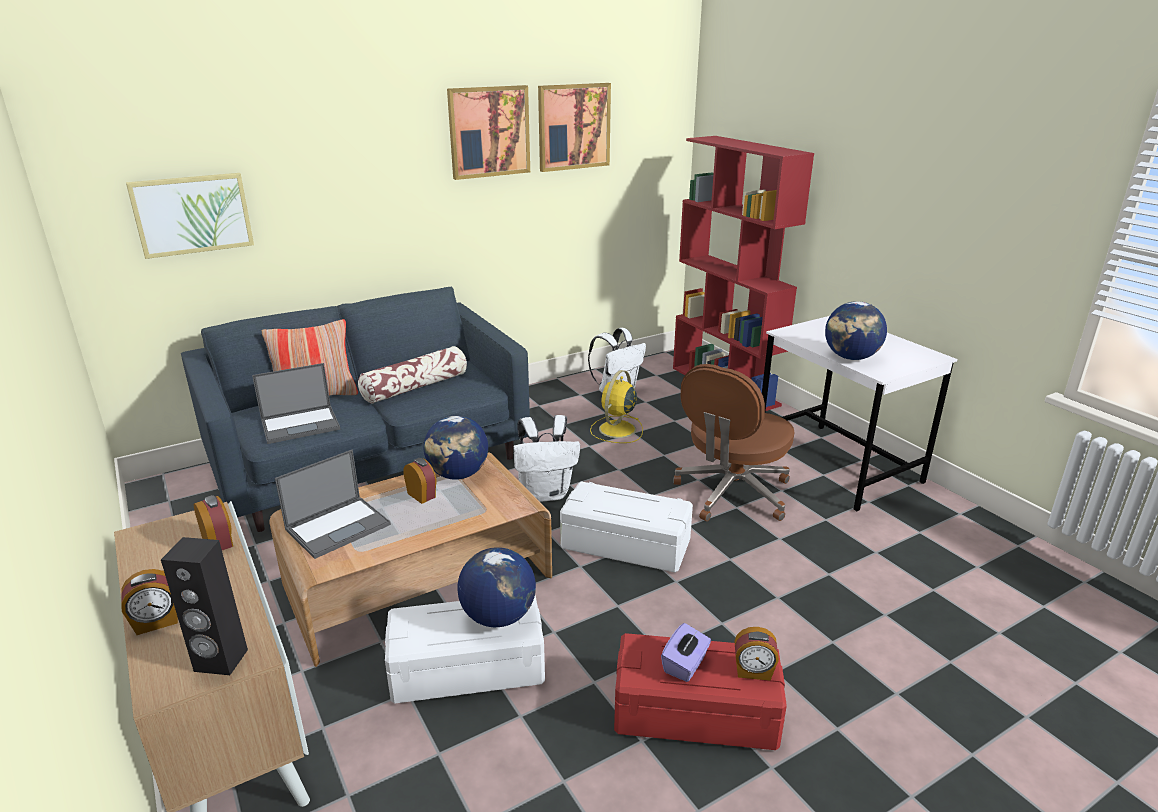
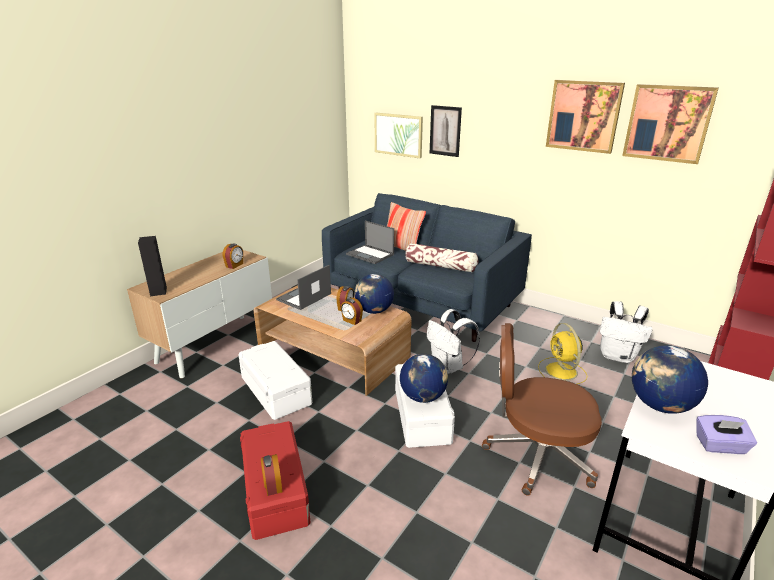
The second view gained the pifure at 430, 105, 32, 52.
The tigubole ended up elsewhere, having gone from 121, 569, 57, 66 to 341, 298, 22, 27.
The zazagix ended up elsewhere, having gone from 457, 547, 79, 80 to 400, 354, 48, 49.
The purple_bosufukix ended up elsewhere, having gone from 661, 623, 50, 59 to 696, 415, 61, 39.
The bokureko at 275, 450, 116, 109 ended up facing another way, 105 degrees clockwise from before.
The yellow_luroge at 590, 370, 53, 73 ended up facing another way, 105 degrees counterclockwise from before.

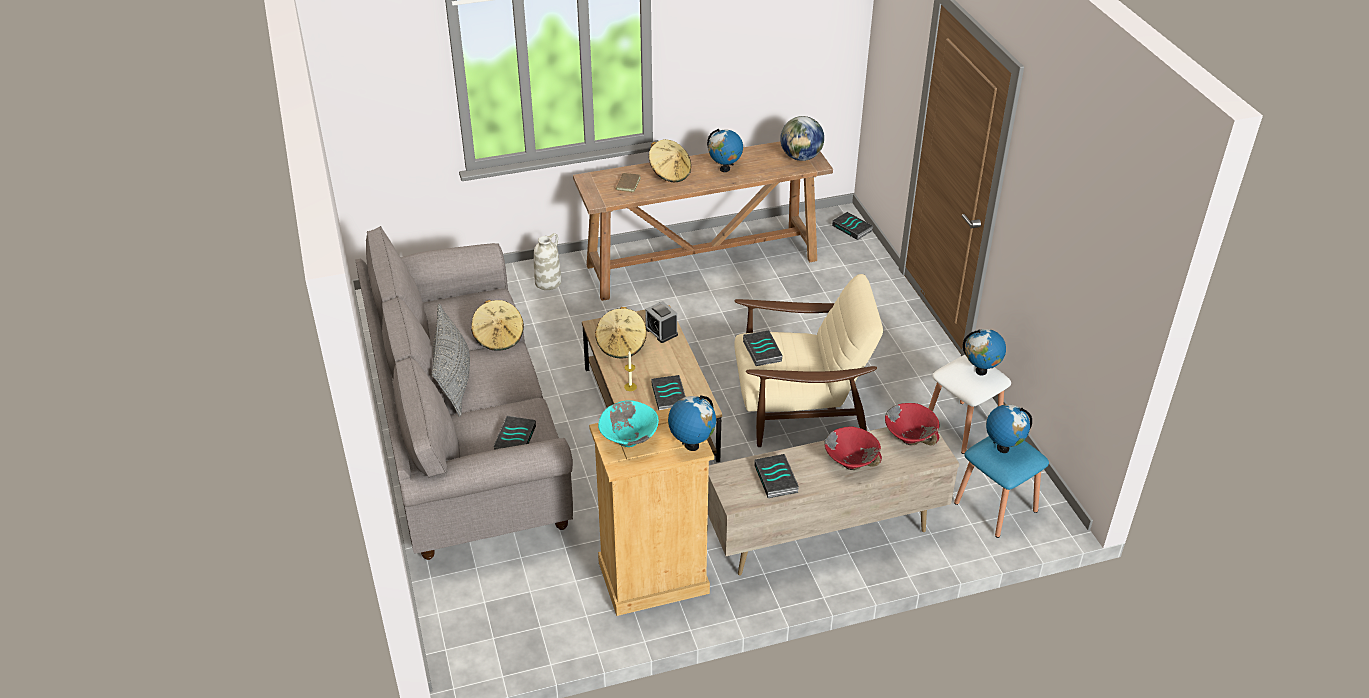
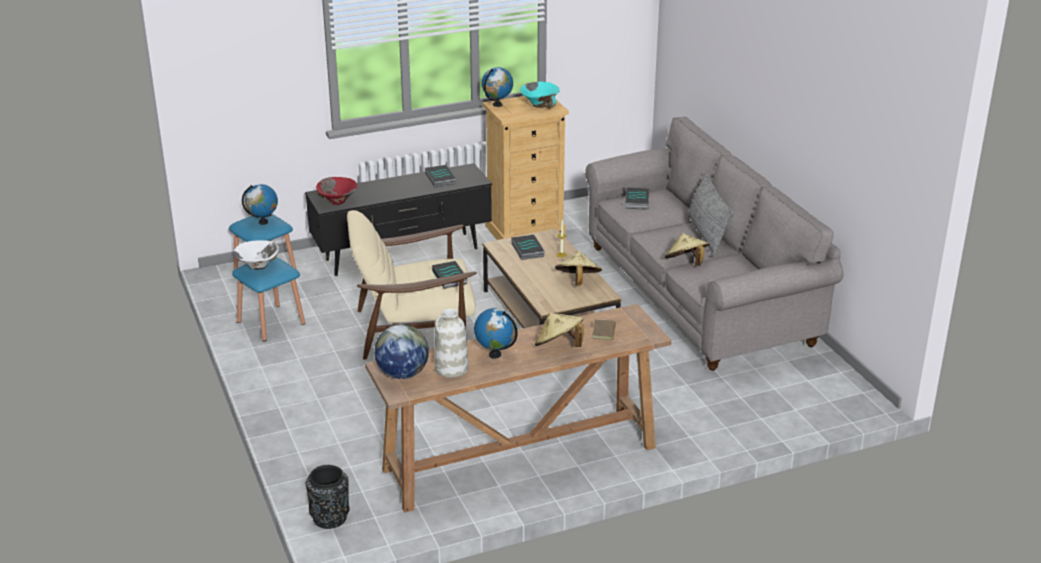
The second view lost the tigubole at 645, 301, 33, 42.
The second view lost the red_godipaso at 824, 426, 58, 44.
The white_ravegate ended up elsewhere, having gone from 534, 233, 27, 57 to 435, 308, 33, 70.
Where the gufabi stood at 832, 212, 41, 28, the black_ravegate came to stand at 306, 465, 44, 64.
Where the zazagix stood at 963, 329, 43, 47, the white_godipaso came to stand at 233, 240, 46, 30.
What was the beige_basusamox at 708, 427, 251, 149 turned into the black_basusamox at 305, 163, 187, 113.
What was the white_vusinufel at 928, 355, 83, 99 turned into the blue_vusinufel at 232, 257, 73, 84.

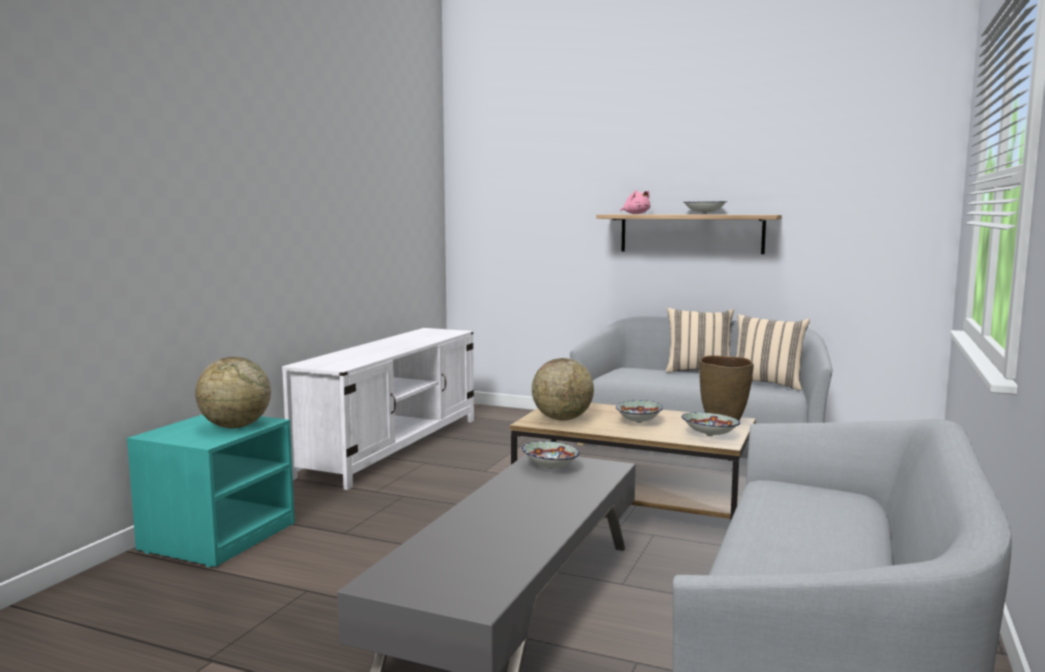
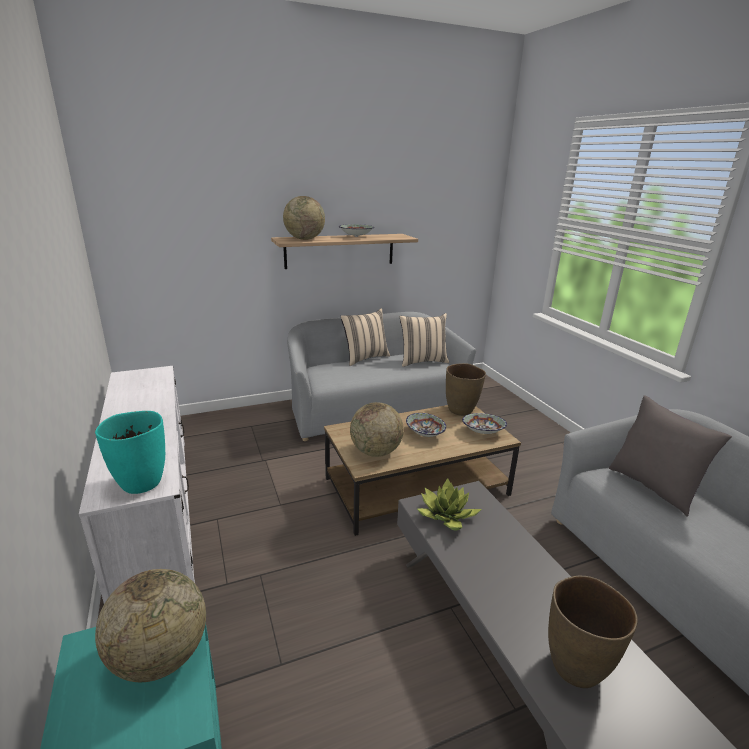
The second view gained the turquoise_ravegate at 95, 411, 70, 83.
The second view gained the brown_ravegate at 548, 575, 90, 113.
The second view gained the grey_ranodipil at 609, 395, 123, 122.
Where the godipaso stood at 522, 441, 58, 28, the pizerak came to stand at 417, 478, 65, 53.
Where the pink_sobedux stood at 620, 190, 30, 24, the zazagix came to stand at 283, 196, 42, 44.

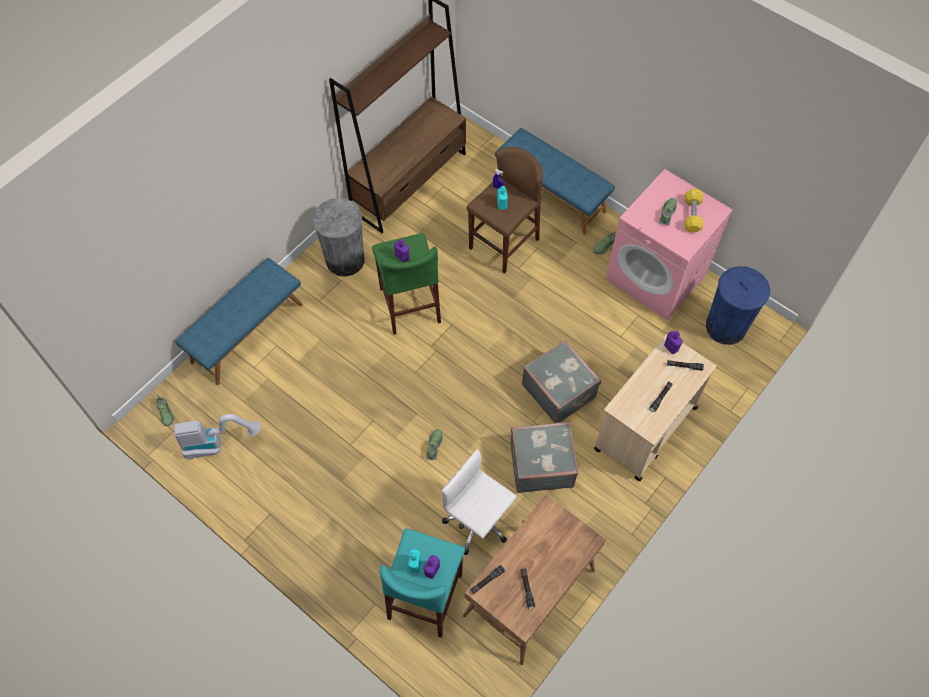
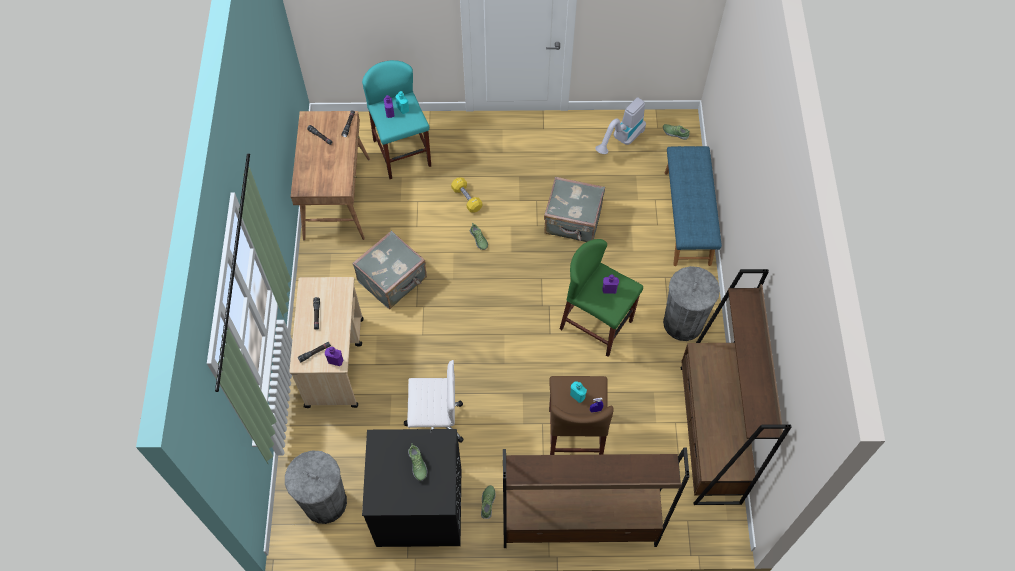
The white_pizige ended up elsewhere, having gone from 442, 449, 75, 106 to 404, 360, 60, 83.
The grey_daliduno ended up elsewhere, having gone from 522, 340, 79, 83 to 544, 177, 61, 65.
The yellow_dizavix ended up elsewhere, having gone from 685, 189, 18, 44 to 451, 177, 31, 36.
Where the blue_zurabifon stood at 495, 128, 120, 107, the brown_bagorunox came to stand at 503, 447, 187, 101.
What was the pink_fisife at 606, 169, 126, 151 turned into the black_fisife at 362, 429, 99, 118.
What was the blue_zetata at 706, 266, 64, 79 turned into the grey_zetata at 285, 451, 62, 73.

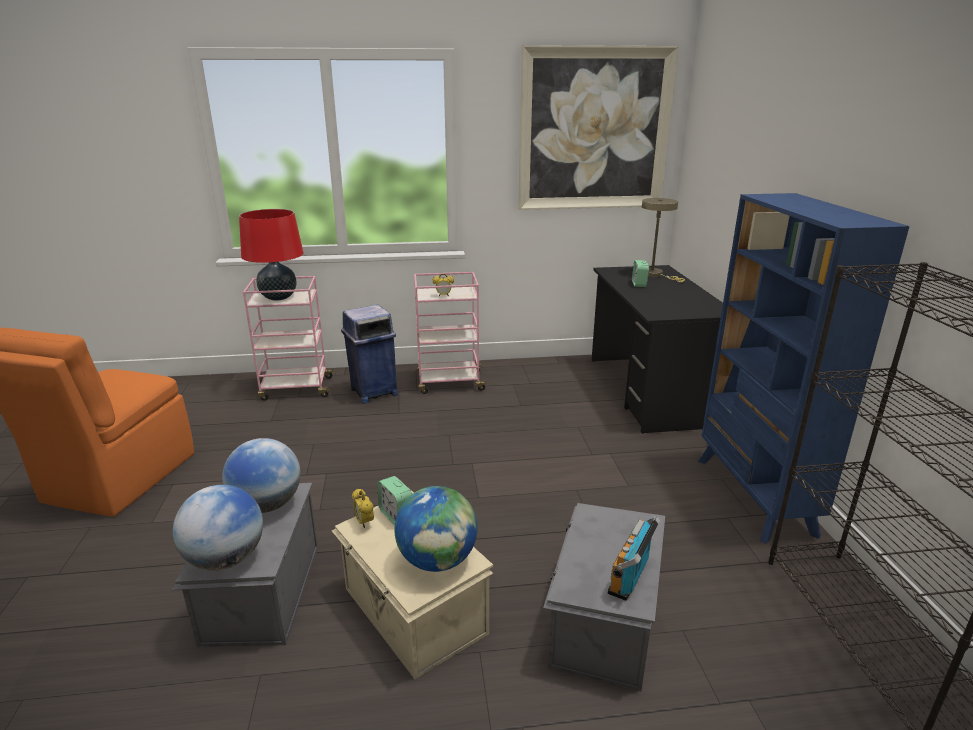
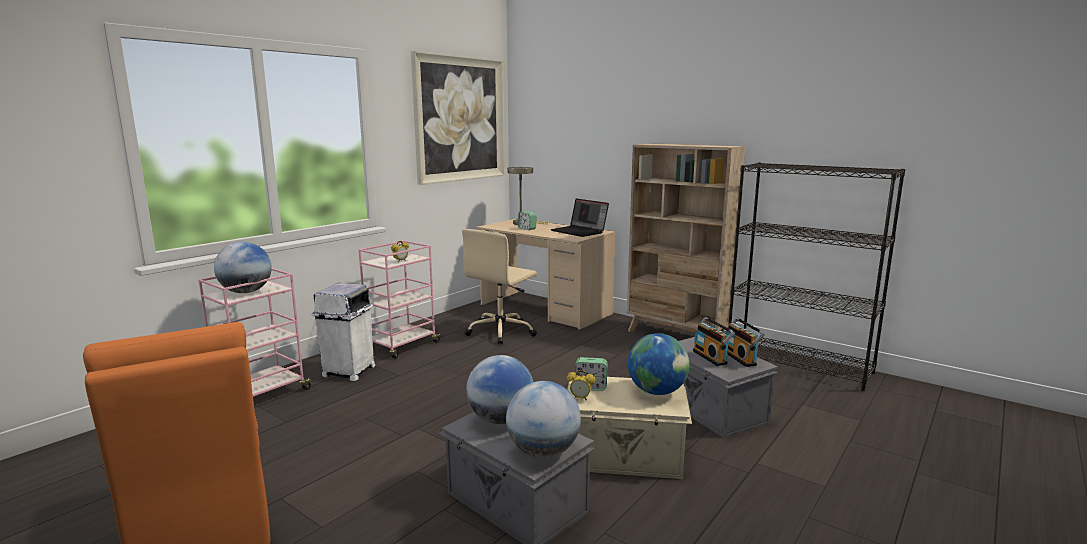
The second view gained the beige_pizige at 462, 229, 75, 115.
The second view gained the bokureko at 551, 199, 58, 38.
The second view gained the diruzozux at 693, 317, 42, 49.
Where the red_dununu stood at 239, 209, 64, 91, the zazagix came to stand at 214, 242, 58, 51.
What was the blue_zetata at 341, 305, 57, 99 turned into the white_zetata at 312, 283, 63, 98.
What was the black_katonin at 592, 265, 131, 169 turned into the beige_katonin at 476, 219, 140, 111.
What was the blue_bagorunox at 698, 193, 211, 351 turned into the beige_bagorunox at 627, 143, 118, 190.

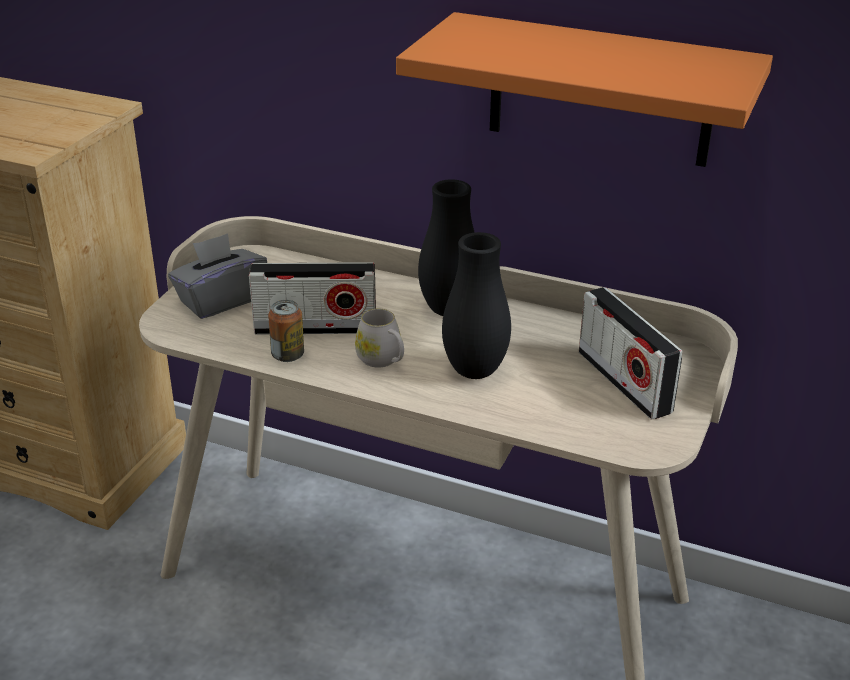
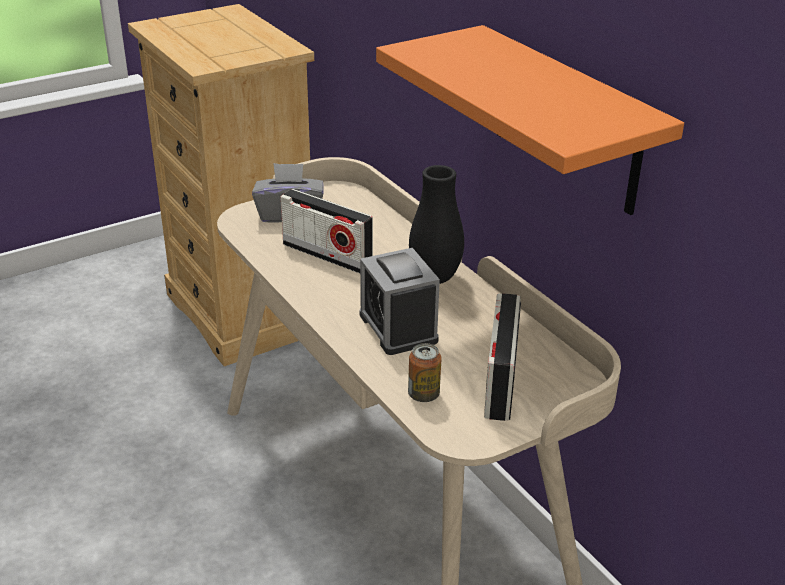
The second view lost the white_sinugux at 355, 309, 49, 59.
The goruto ended up elsewhere, having gone from 268, 300, 36, 62 to 408, 343, 34, 59.
Where the black_ravegate stood at 442, 232, 69, 147, the tigubole came to stand at 360, 248, 80, 107.

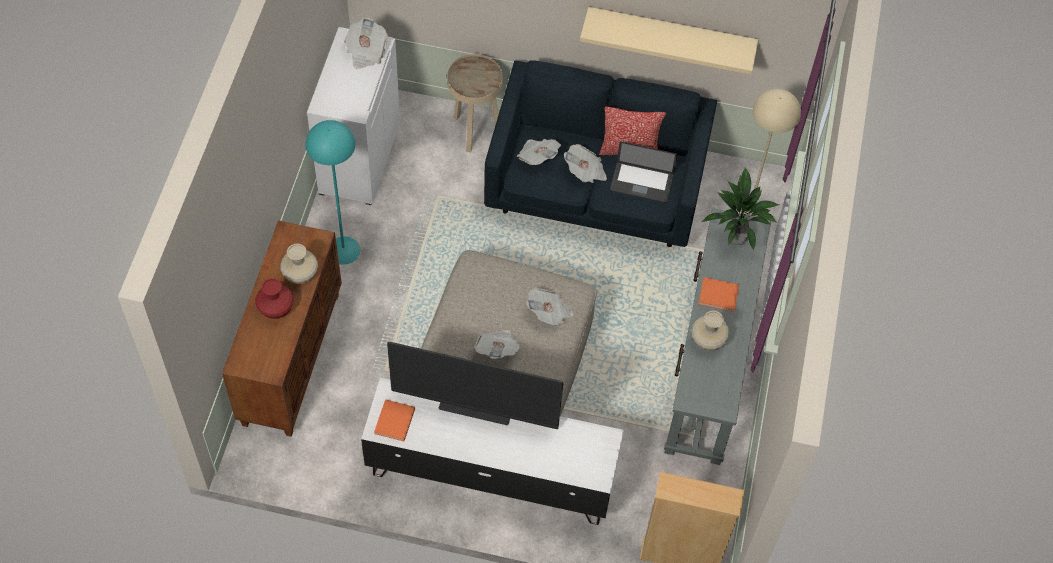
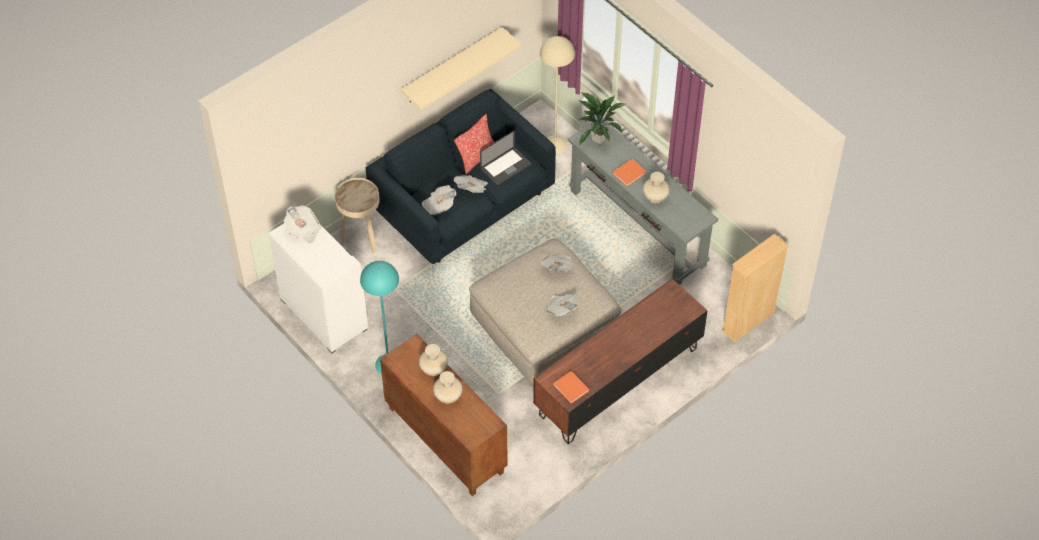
The second view lost the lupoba at 387, 342, 177, 87.
What was the red_ravegate at 255, 278, 39, 41 turned into the beige_ravegate at 433, 371, 30, 32.
What was the white_basusamox at 361, 378, 263, 147 turned into the brown_basusamox at 533, 279, 175, 165.

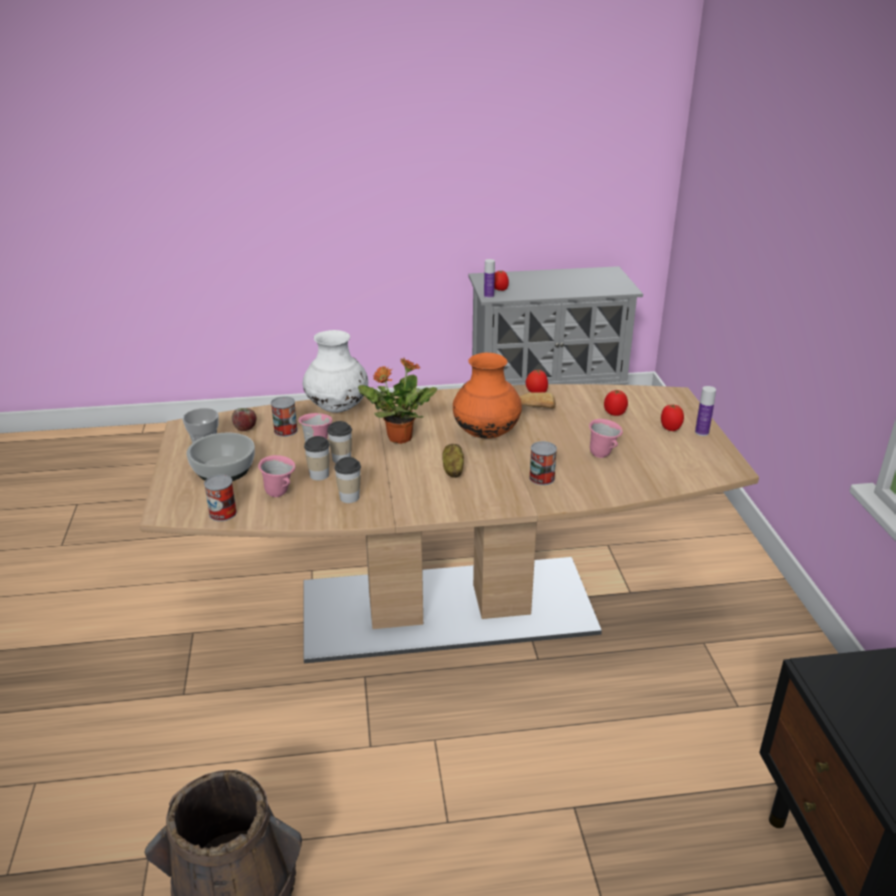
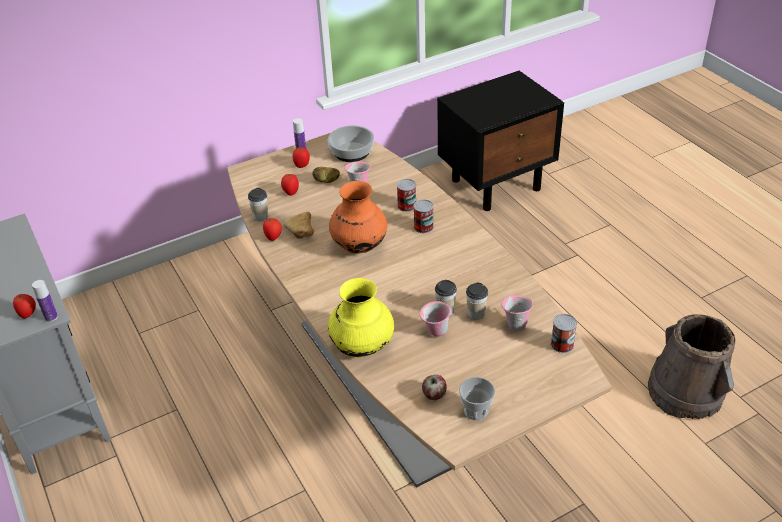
The second view lost the pizerak at 358, 358, 79, 86.
The godipaso ended up elsewhere, having gone from 186, 433, 69, 48 to 328, 125, 46, 37.
The goruto ended up elsewhere, having gone from 271, 396, 27, 41 to 413, 199, 21, 34.
The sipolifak ended up elsewhere, having gone from 334, 457, 27, 46 to 248, 188, 20, 33.
The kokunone ended up elsewhere, having gone from 443, 444, 21, 34 to 312, 167, 28, 16.
What was the white_ravegate at 303, 330, 65, 83 turned into the yellow_ravegate at 328, 278, 66, 79.

